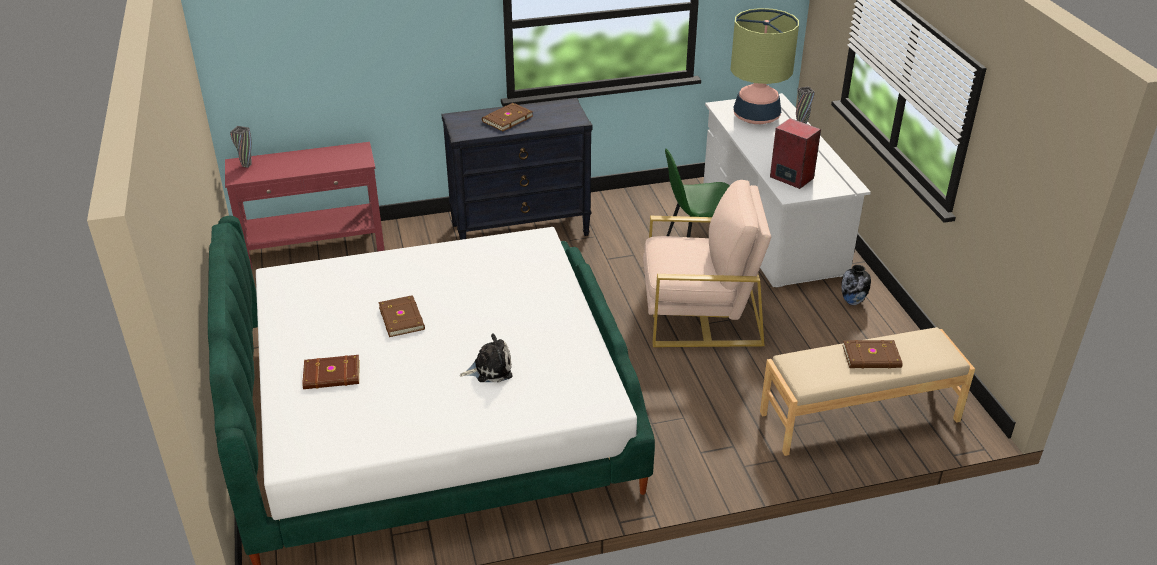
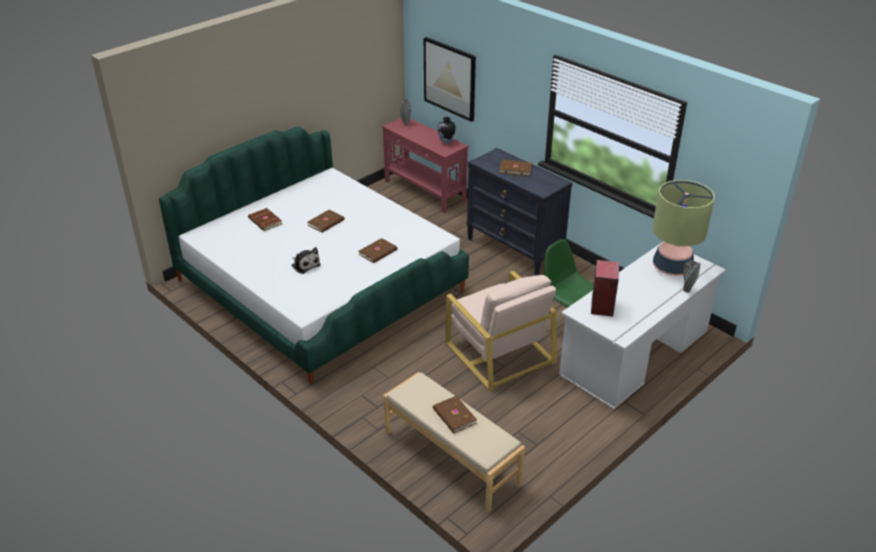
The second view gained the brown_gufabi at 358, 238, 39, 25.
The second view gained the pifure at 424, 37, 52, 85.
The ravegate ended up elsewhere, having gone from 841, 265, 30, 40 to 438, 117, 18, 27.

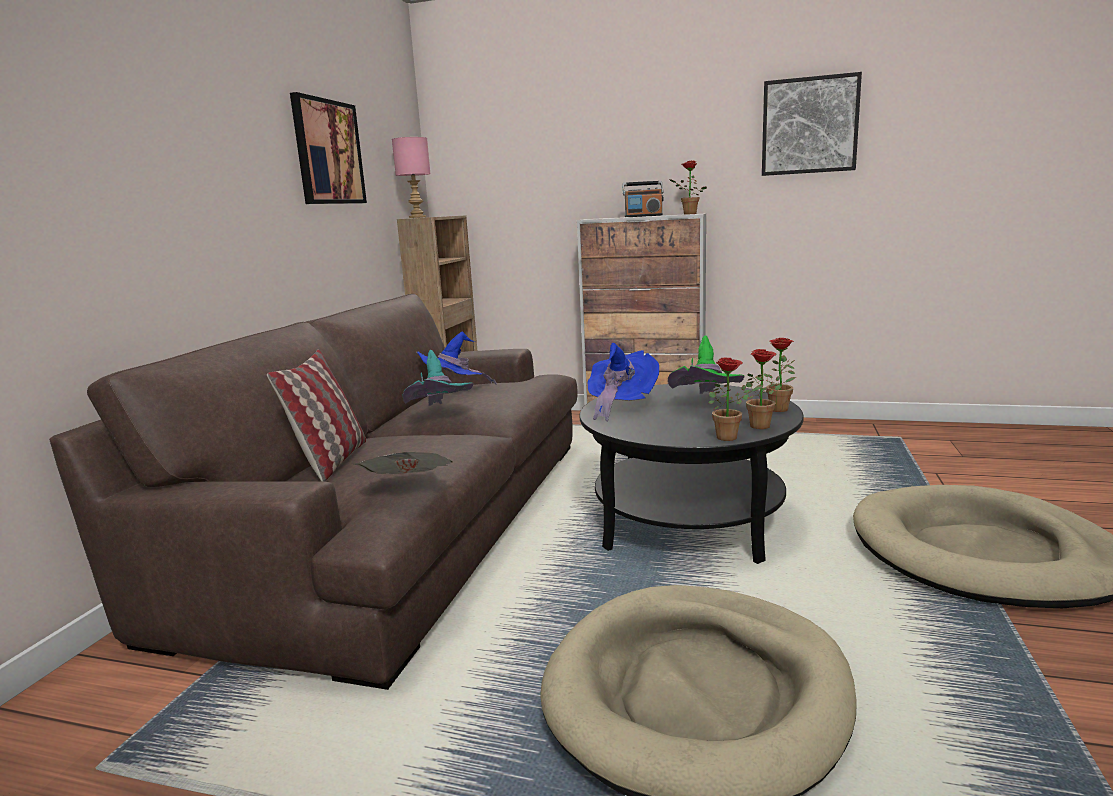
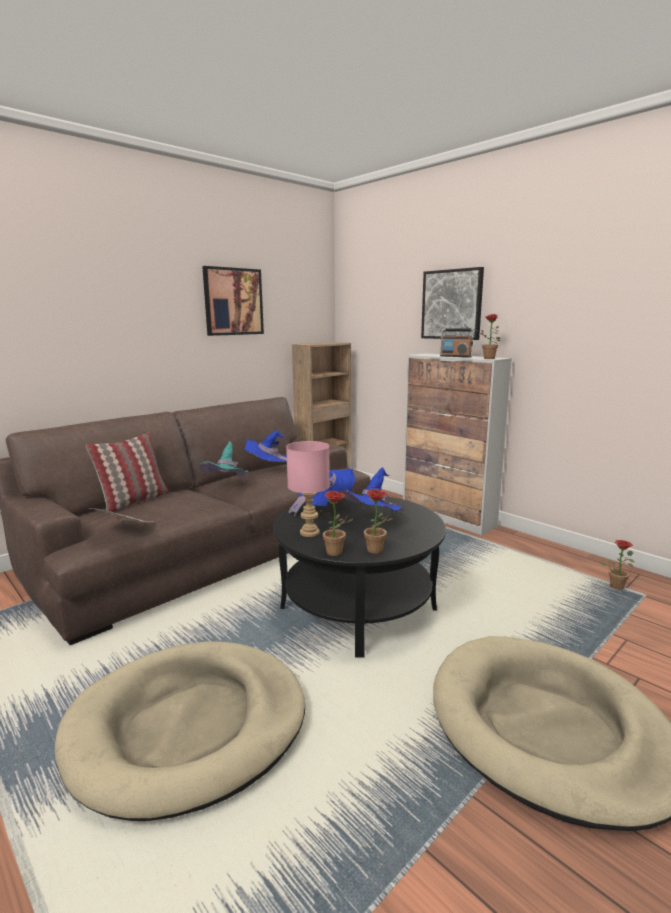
The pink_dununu ended up elsewhere, having gone from 392, 137, 38, 81 to 286, 441, 44, 96.
The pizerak ended up elsewhere, having gone from 755, 338, 40, 74 to 599, 540, 36, 50.
The pifure ended up elsewhere, having gone from 762, 72, 100, 104 to 421, 267, 63, 73.
What was the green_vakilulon at 668, 335, 77, 59 turned into the blue_vakilulon at 340, 467, 64, 47.

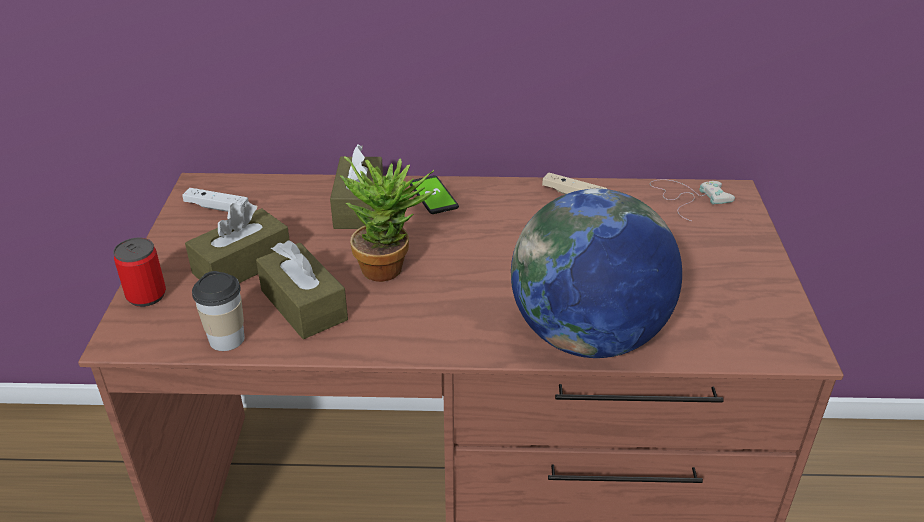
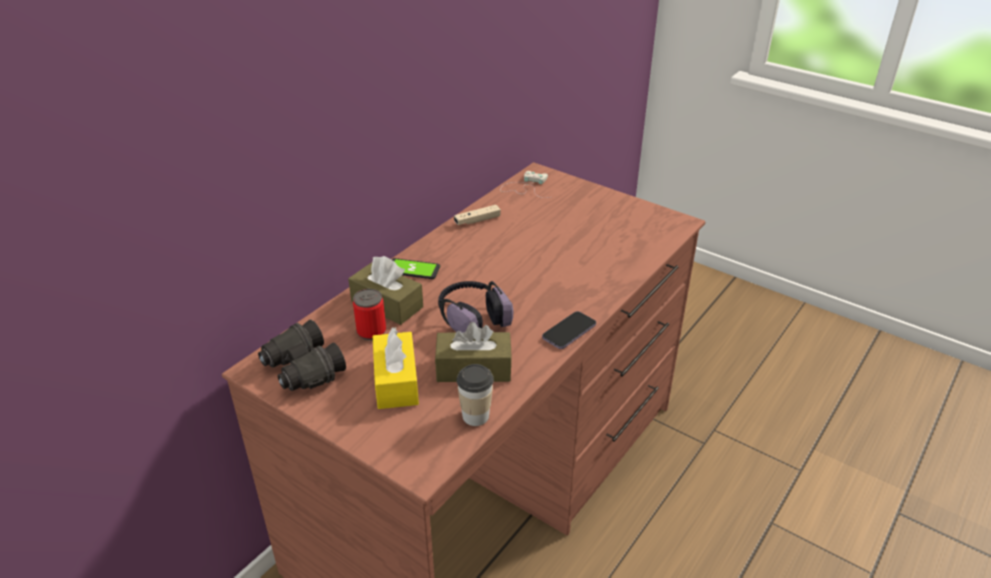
The second view lost the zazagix at 511, 189, 171, 169.
The second view gained the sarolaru at 542, 311, 54, 38.
The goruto ended up elsewhere, having gone from 113, 238, 53, 69 to 353, 289, 33, 51.
Where the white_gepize stood at 182, 188, 67, 24, the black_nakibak came to stand at 258, 319, 88, 72.
Where the pizerak stood at 339, 156, 96, 126, the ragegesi came to stand at 438, 281, 76, 51.
What was the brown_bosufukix at 185, 202, 105, 81 turned into the yellow_bosufukix at 373, 327, 46, 82.

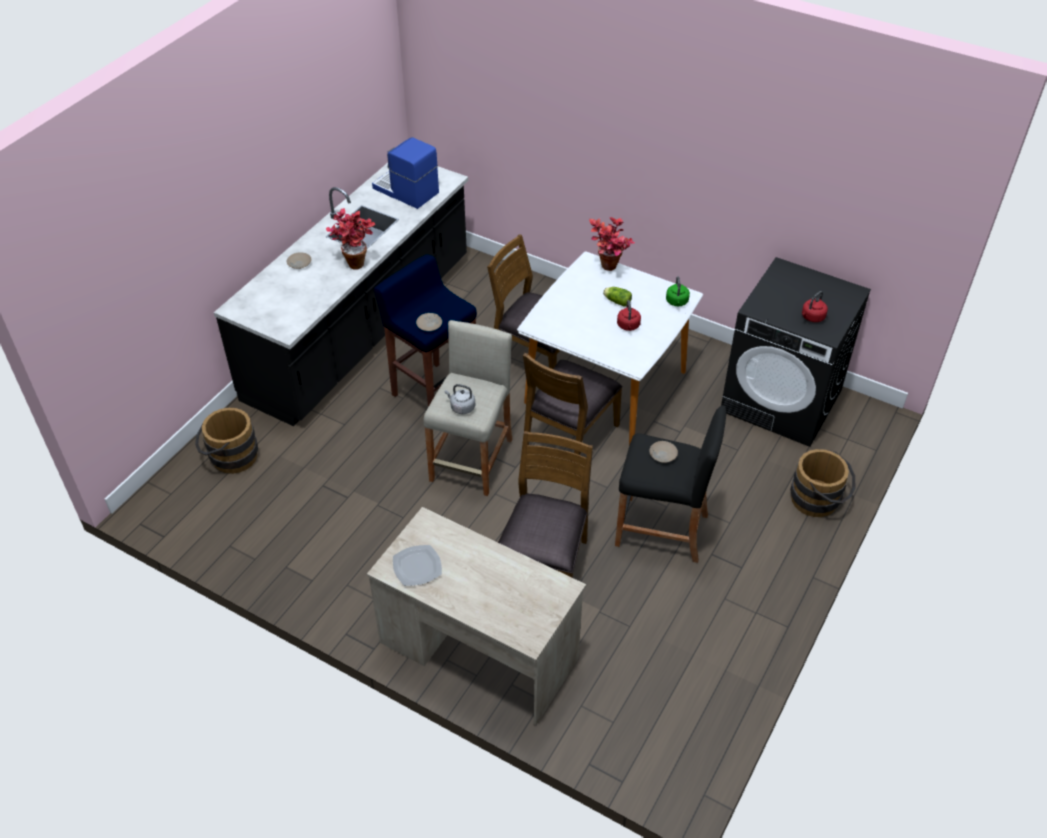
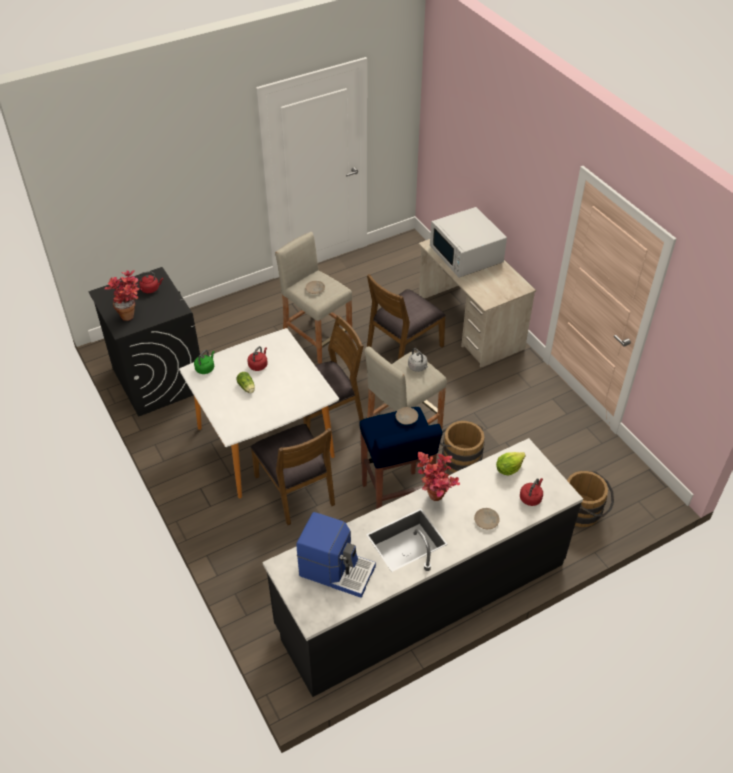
The second view lost the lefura at 393, 545, 49, 41.
The second view gained the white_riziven at 430, 207, 77, 71.
The second view gained the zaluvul at 496, 452, 30, 24.
The second view gained the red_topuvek at 520, 478, 23, 28.
The pizerak ended up elsewhere, having gone from 589, 217, 46, 54 to 105, 270, 37, 51.
The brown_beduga ended up elsewhere, having gone from 790, 449, 65, 68 to 440, 421, 45, 52.
What was the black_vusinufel at 615, 406, 111, 157 turned into the beige_vusinufel at 275, 232, 78, 132.
The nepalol at 372, 137, 67, 72 ended up facing another way, 45 degrees counterclockwise from before.

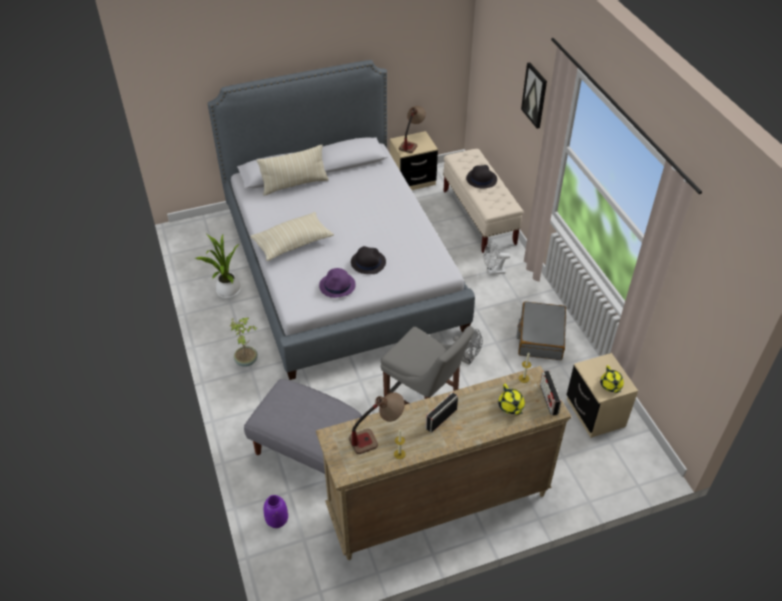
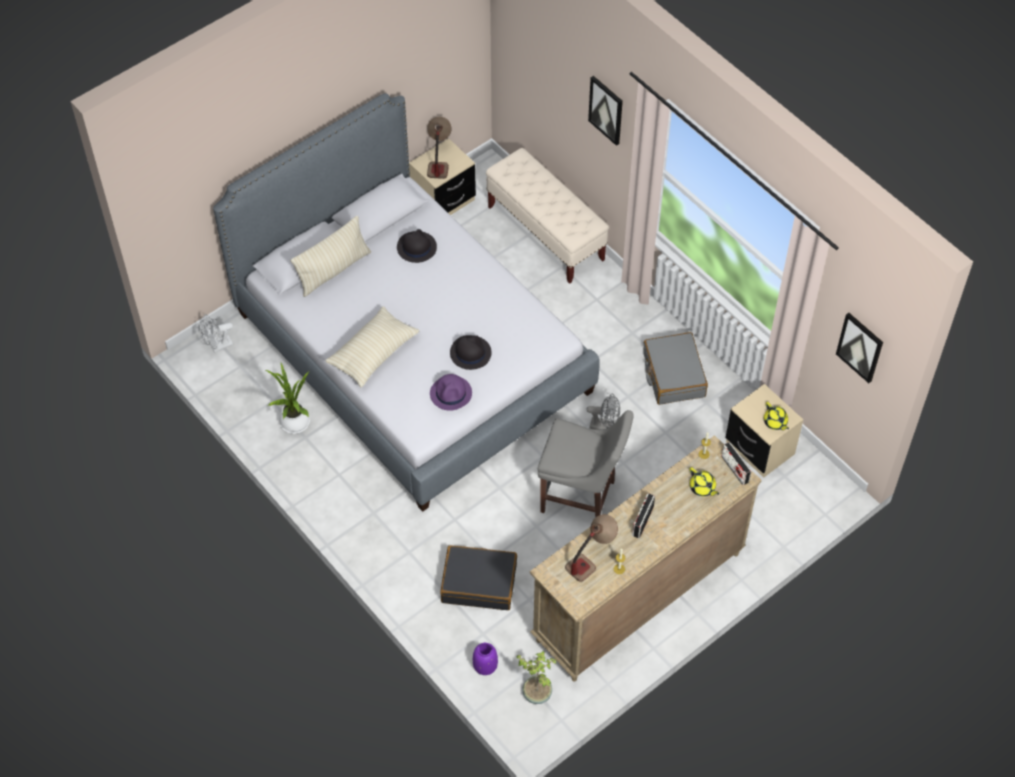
The second view gained the pifure at 836, 313, 47, 70.
The pizerak ended up elsewhere, having gone from 230, 318, 28, 49 to 516, 650, 41, 54.
The black_vakilulon ended up elsewhere, having gone from 466, 165, 31, 23 to 397, 229, 40, 34.
The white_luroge ended up elsewhere, having gone from 484, 241, 26, 34 to 200, 314, 33, 39.
Where the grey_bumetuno stood at 244, 379, 118, 99, the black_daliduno came to stand at 440, 545, 77, 65.

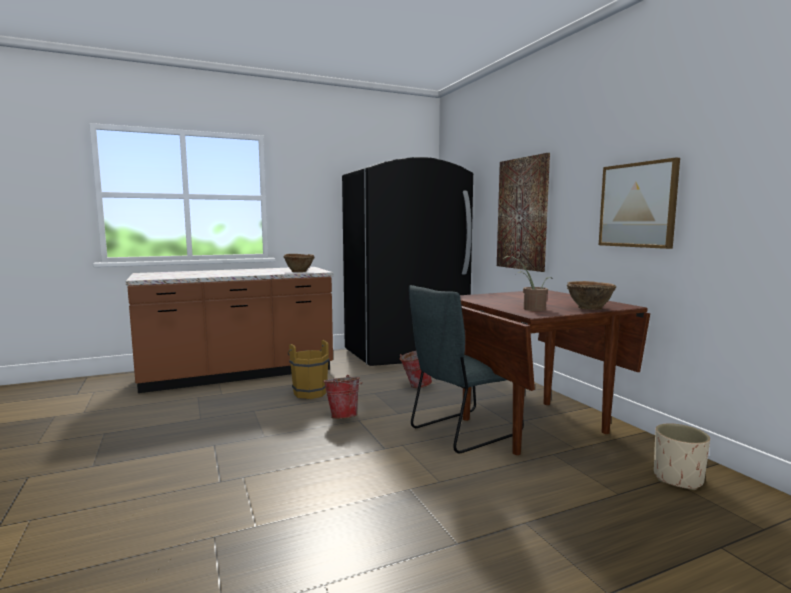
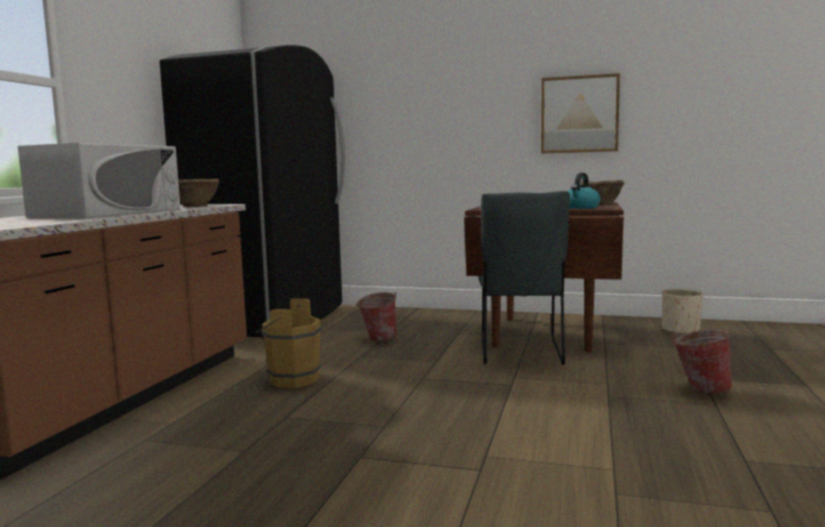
The second view lost the pifure at 497, 153, 53, 119.
The second view gained the white_riziven at 18, 143, 162, 75.
The beduga ended up elsewhere, having gone from 323, 375, 40, 44 to 672, 329, 62, 66.
Where the pizerak stood at 505, 256, 48, 55, the topuvek came to stand at 567, 173, 34, 36.

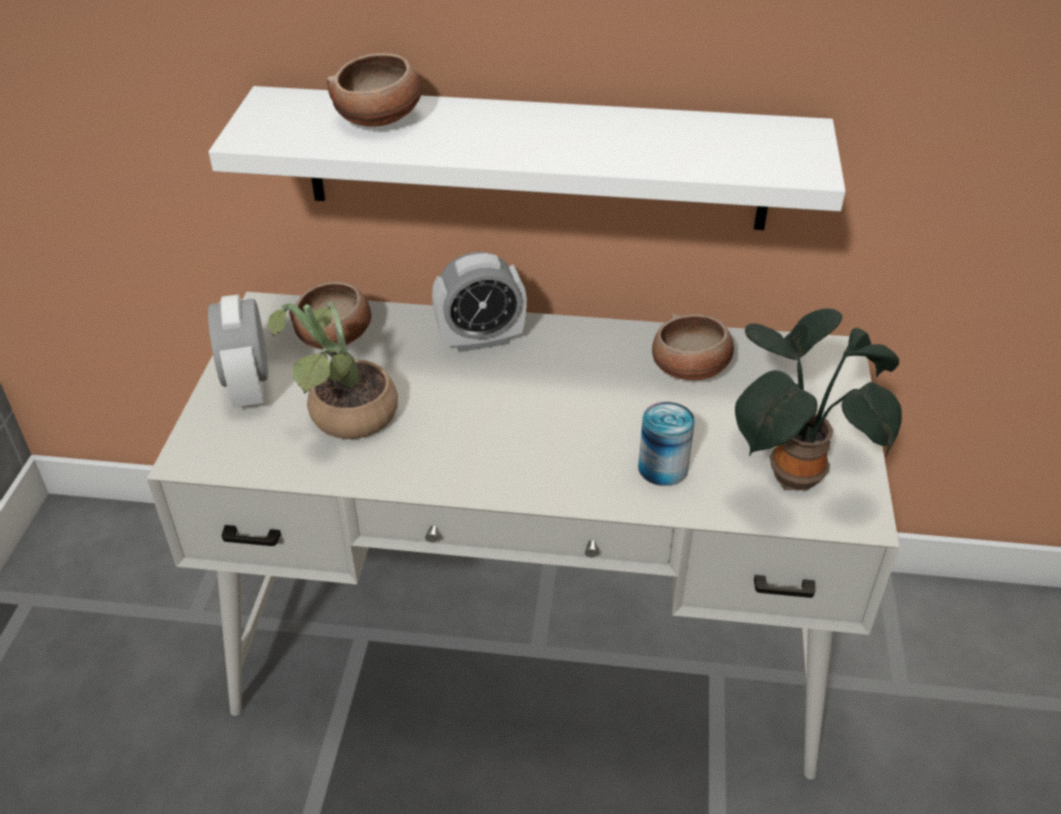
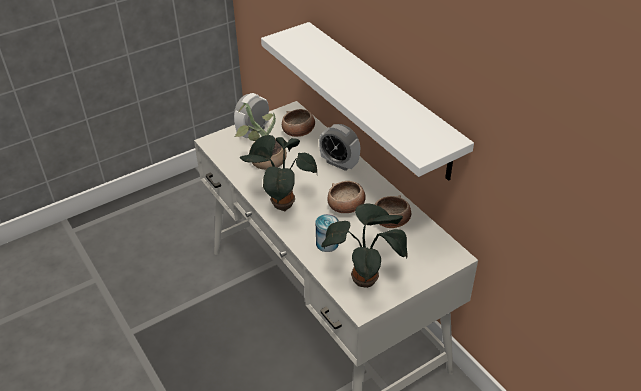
The second view gained the pizerak at 240, 135, 77, 77.
The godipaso ended up elsewhere, having gone from 327, 53, 95, 74 to 327, 181, 39, 32.

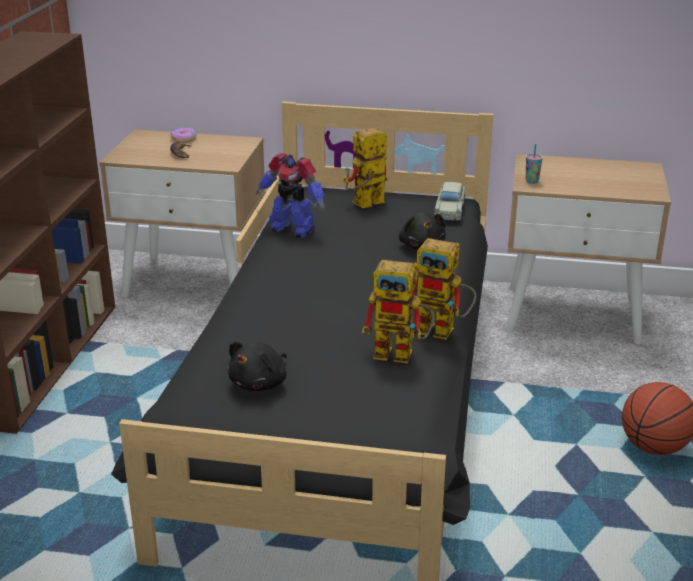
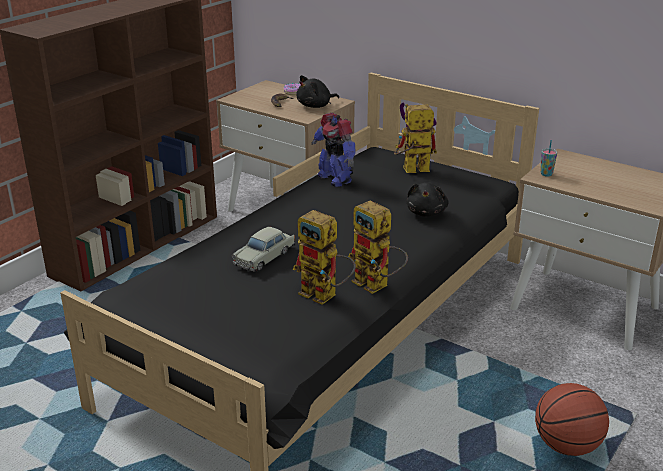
The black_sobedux ended up elsewhere, having gone from 228, 342, 59, 49 to 296, 75, 43, 33.
The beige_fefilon ended up elsewhere, having gone from 434, 182, 31, 39 to 232, 227, 63, 44.

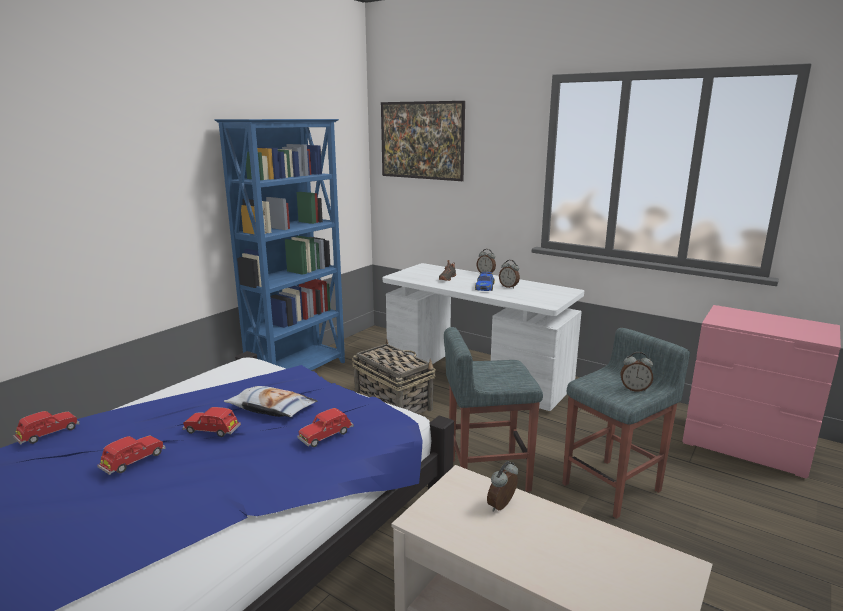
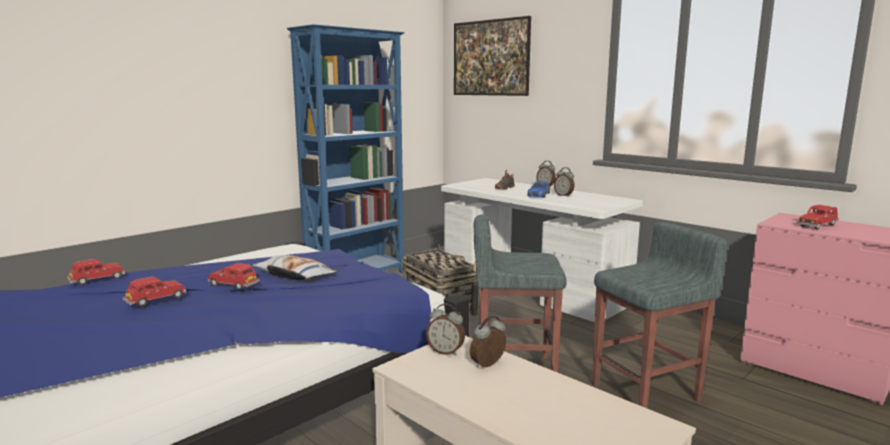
The red_fefilon ended up elsewhere, having gone from 297, 408, 57, 39 to 798, 205, 41, 24.
The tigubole ended up elsewhere, having gone from 620, 352, 33, 40 to 426, 304, 39, 52.

